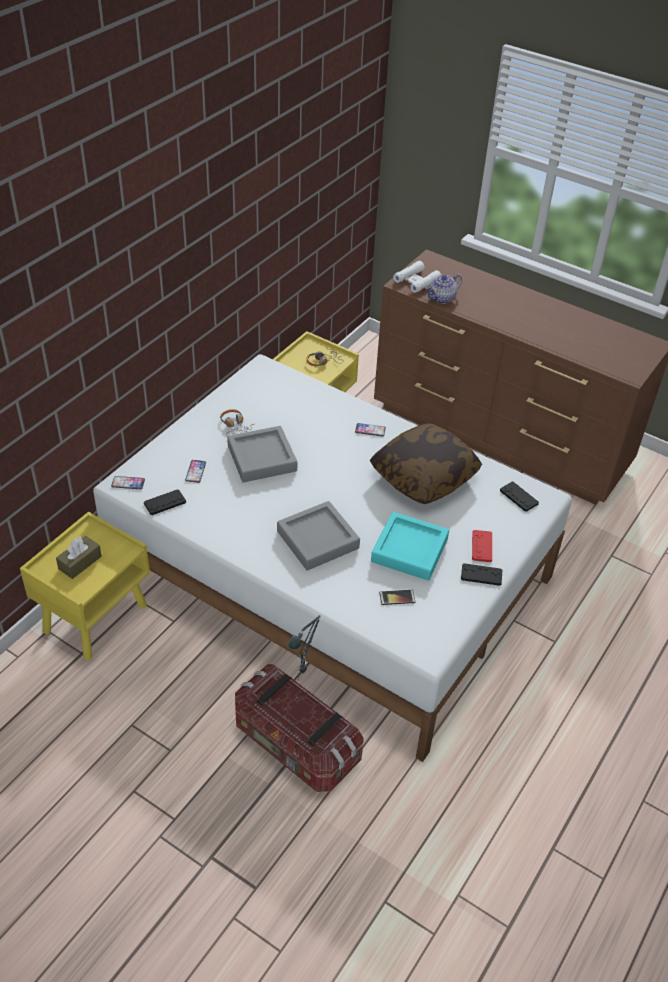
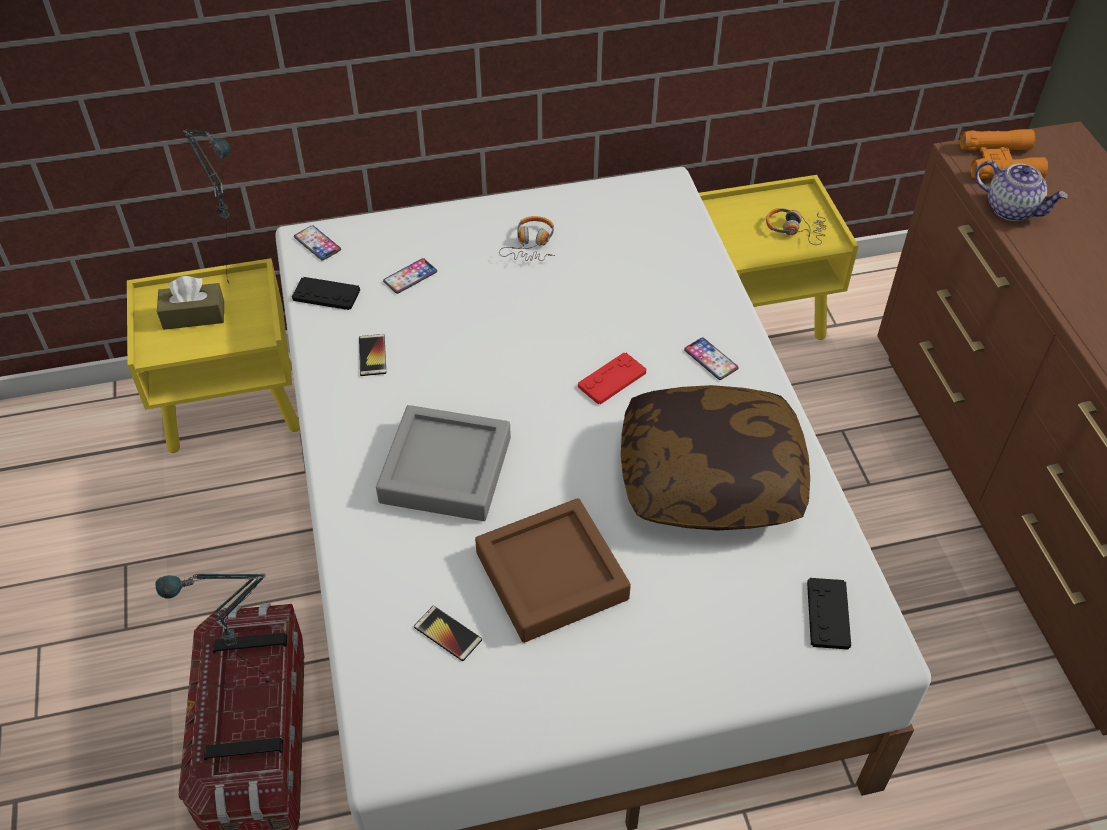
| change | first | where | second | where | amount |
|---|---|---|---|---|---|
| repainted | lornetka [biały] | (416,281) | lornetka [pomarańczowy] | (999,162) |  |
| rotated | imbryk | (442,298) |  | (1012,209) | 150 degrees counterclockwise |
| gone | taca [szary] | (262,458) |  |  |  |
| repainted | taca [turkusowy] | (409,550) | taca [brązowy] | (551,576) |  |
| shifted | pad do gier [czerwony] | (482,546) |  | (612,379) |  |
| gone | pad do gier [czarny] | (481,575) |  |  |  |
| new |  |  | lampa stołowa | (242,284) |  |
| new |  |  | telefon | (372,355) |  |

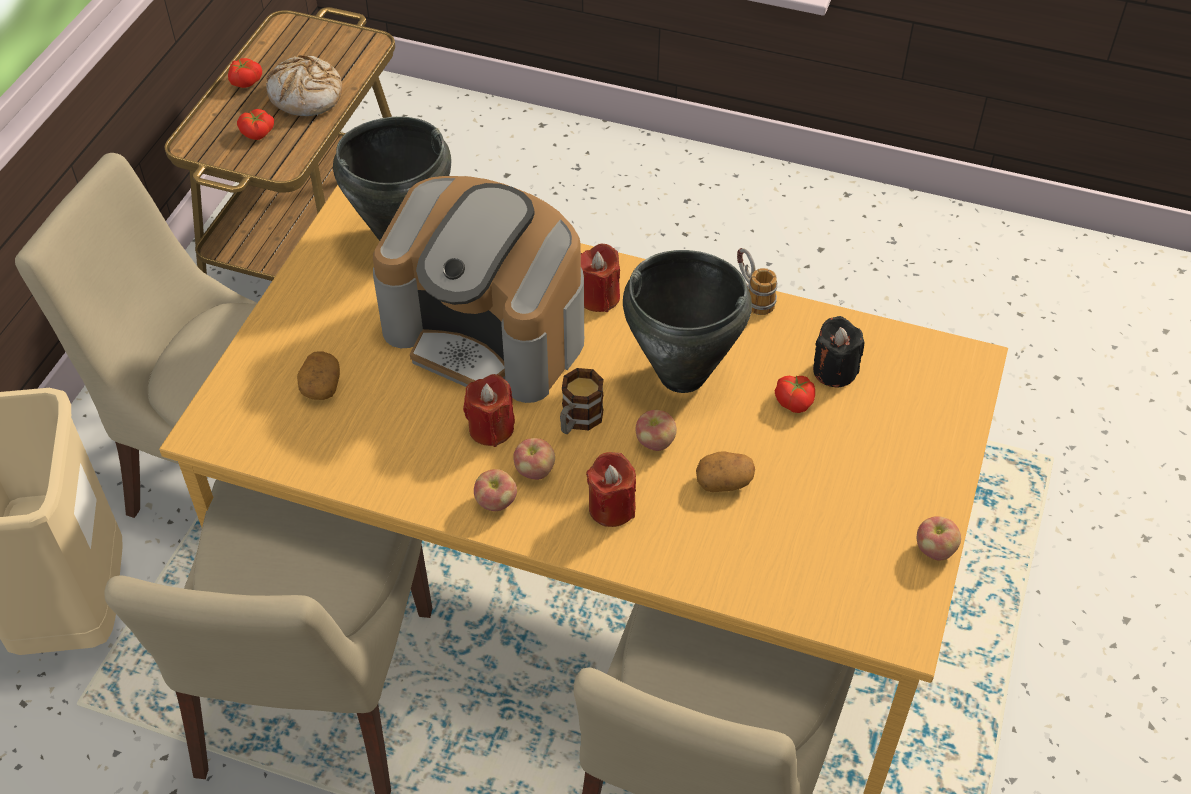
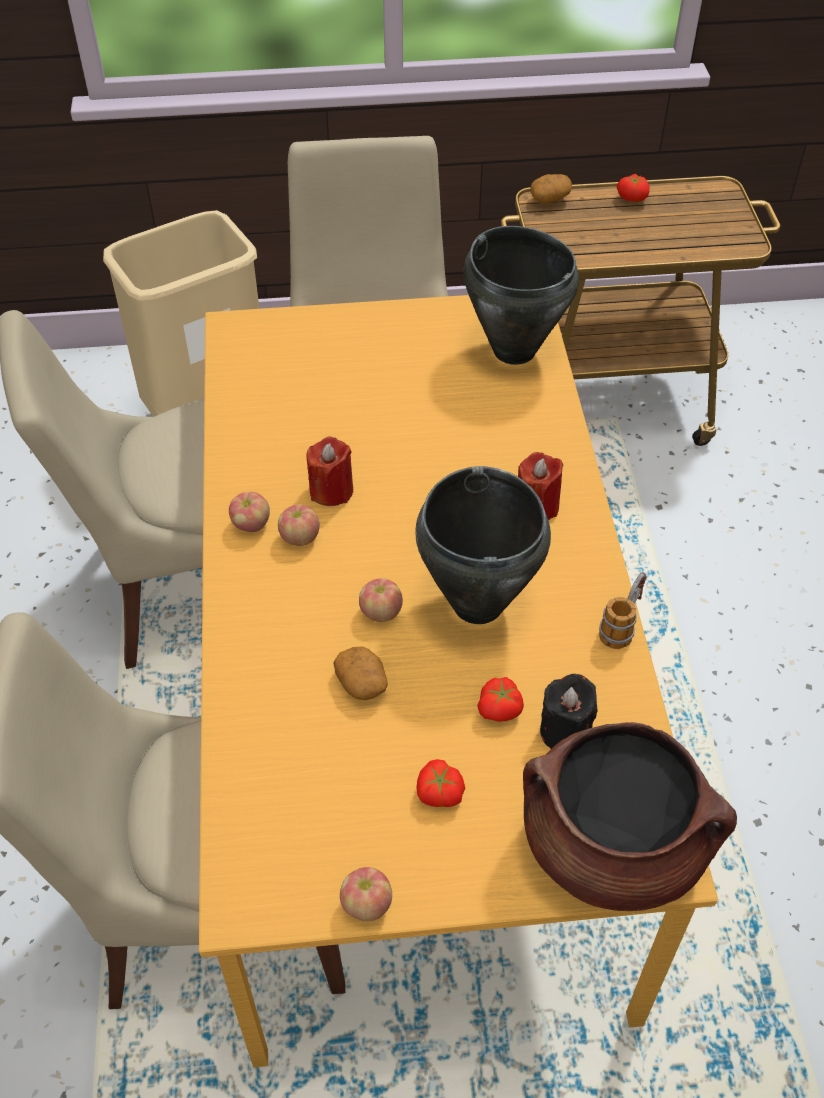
| change | first | where | second | where | amount |
|---|---|---|---|---|---|
| gone | chleb | (307,96) |  |  |  |
| shifted | pomidor | (257,134) |  | (438,793) |  |
| gone | ekspres do kawy | (489,332) |  |  |  |
| shifted | ziemniak | (320,385) |  | (550,198) |  |
| gone | kubek | (578,420) |  |  |  |
| gone | świeca [czerwony] | (611,507) |  |  |  |
| new |  |  | garnek [brązowy] | (613,845) |  |

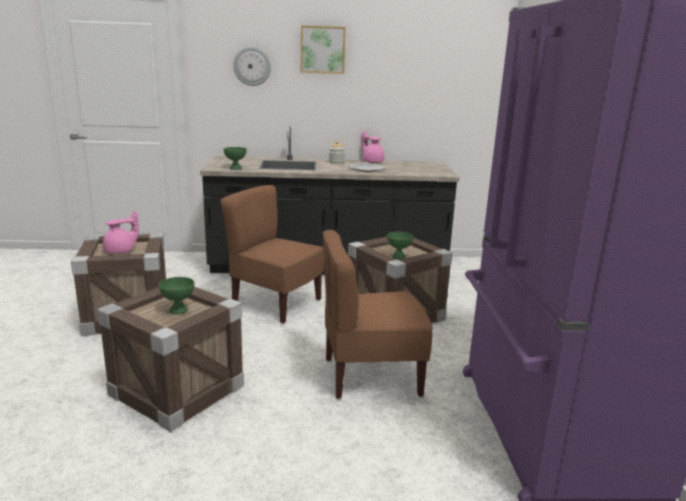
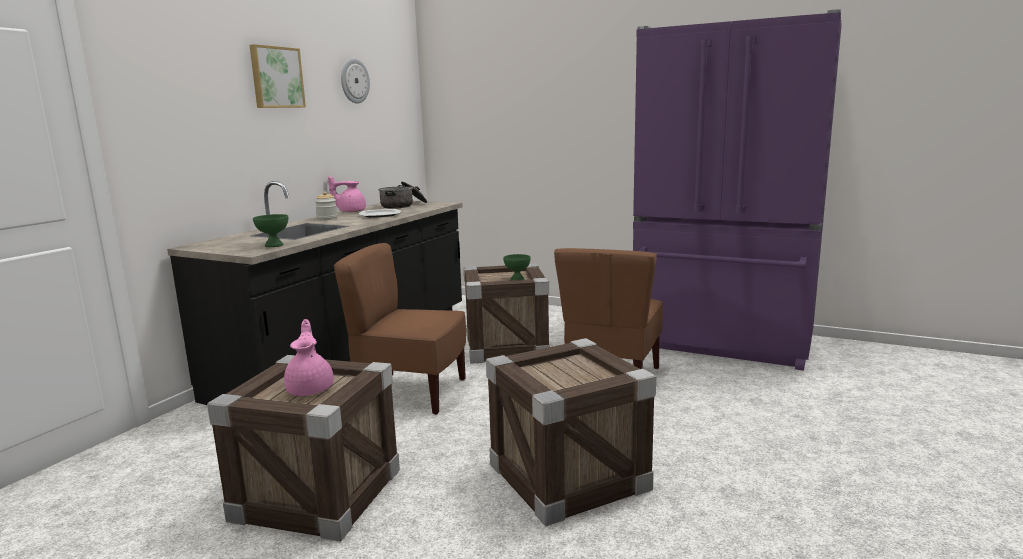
| change | first | where | second | where | amount |
|---|---|---|---|---|---|
| shifted | zegar ścienny | (252,66) |  | (354,81) |  |
| rotated | krzesło [brązowy] | (275,303) |  | (411,393) | 45 degrees clockwise |
| gone | miska [zielony] | (179,310) |  |  |  |
| new |  |  | garnek | (403,205) |  |

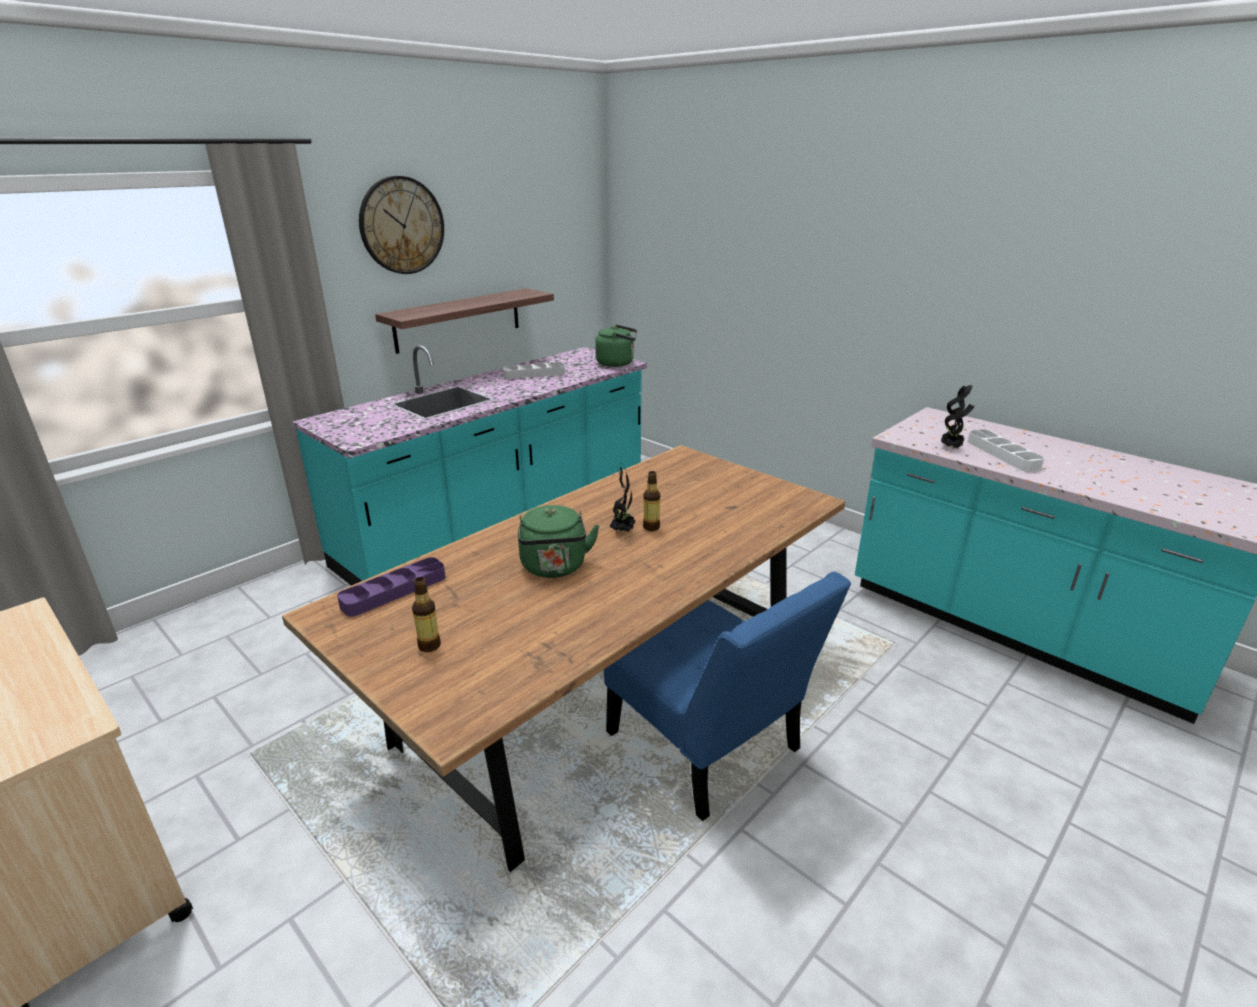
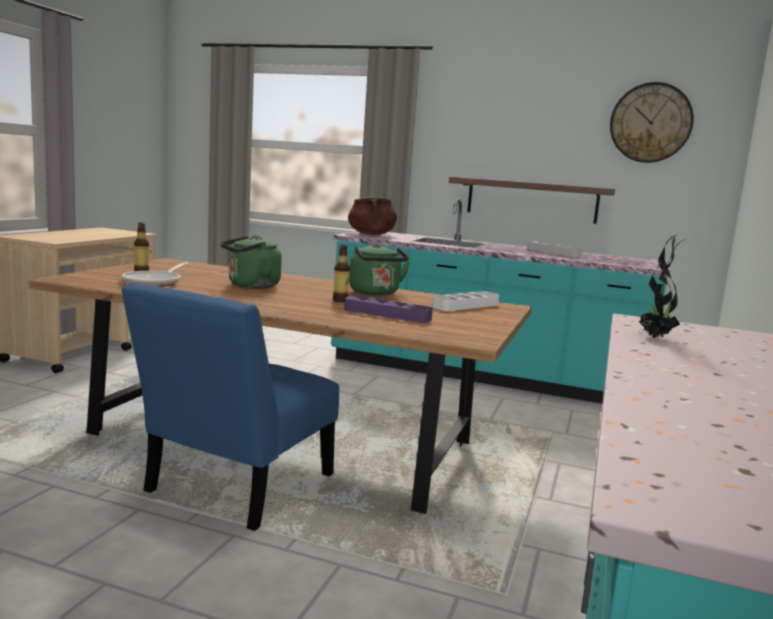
| change | first | where | second | where | amount |
|---|---|---|---|---|---|
| shifted | zegar ścienny | (402,225) |  | (650,123) |  |
| shifted | czajnik [zielony] | (617,363) |  | (375,293) |  |
| shifted | taca [biały] | (1002,454) |  | (466,306) |  |
| gone | roślina doniczkowa | (623,530) |  |  |  |
| shifted | taca [fioletowy] | (394,591) |  | (387,314) |  |
| new |  |  | garnek [brązowy] | (371,234) |  |
| new |  |  | patelnia | (155,282) |  |

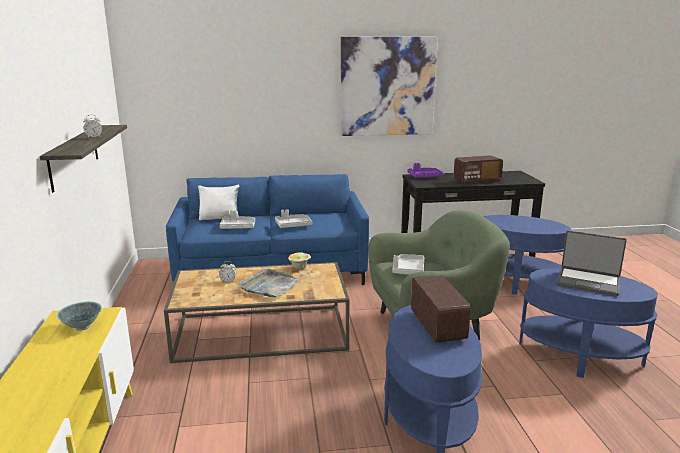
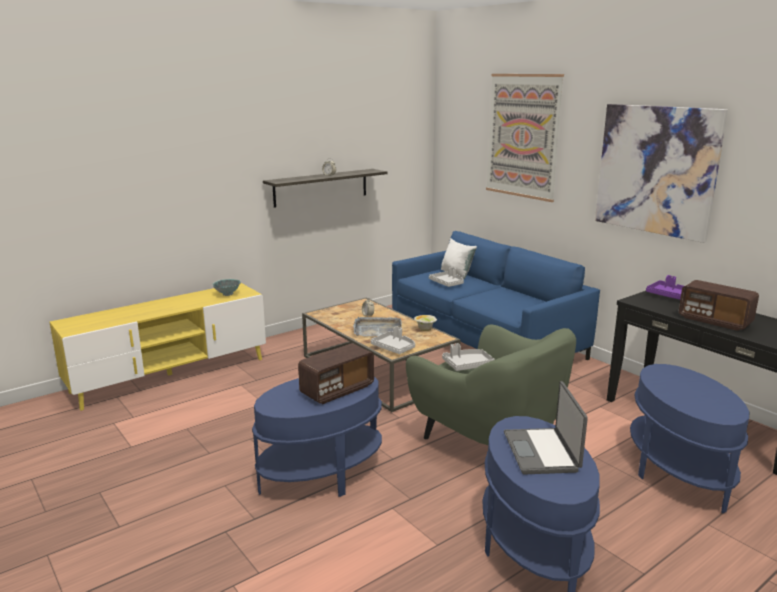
| change | first | where | second | where | amount |
|---|---|---|---|---|---|
| shifted | taca [szary] | (293,225) |  | (394,348) |  |
| new |  |  | obraz | (523,136) |  |

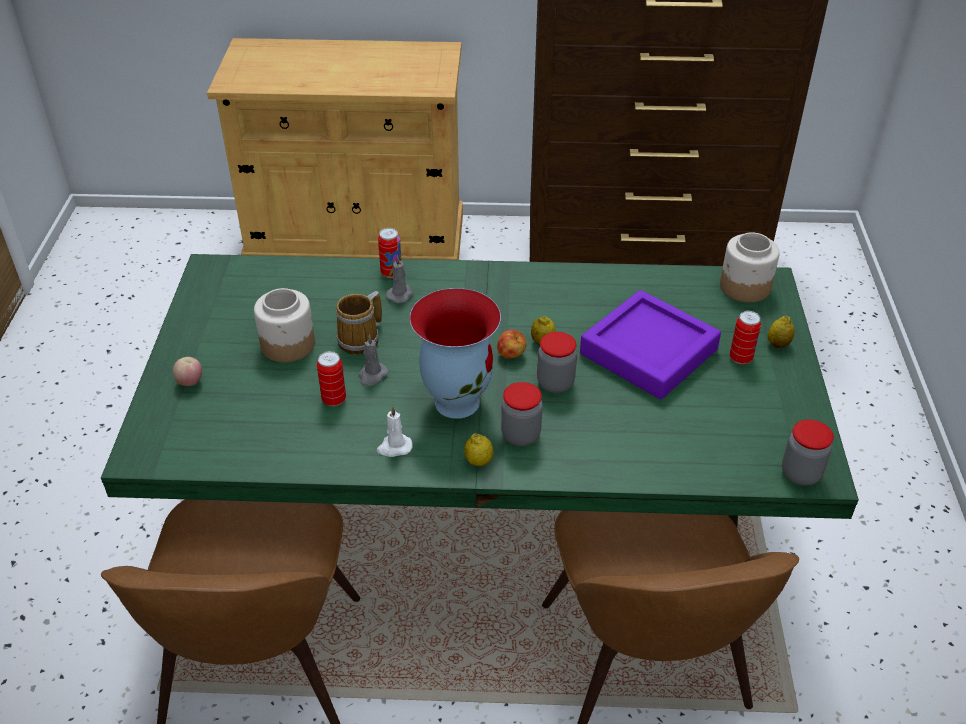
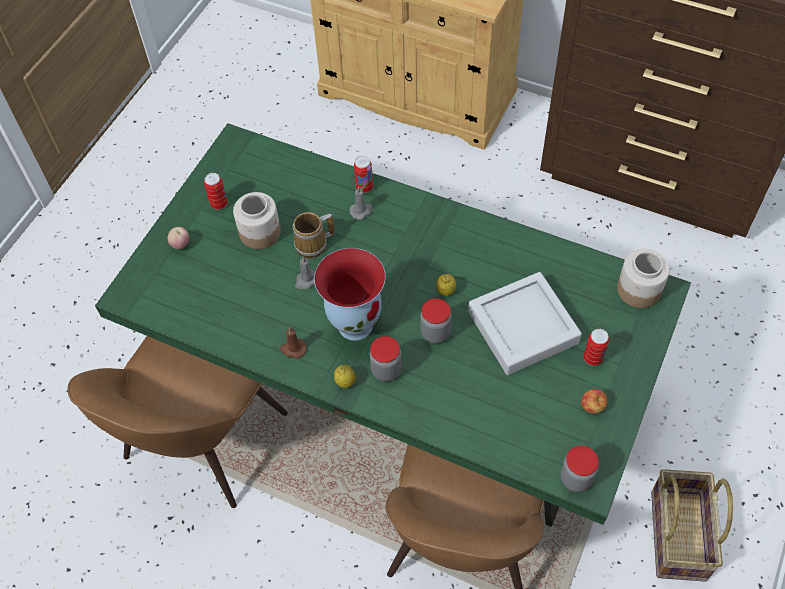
| change | first | where | second | where | amount |
|---|---|---|---|---|---|
| repainted | taca [fioletowy] | (648,351) | taca [szary] | (523,327) |  |
| gone | cytryna | (778,344) |  |  |  |
| shifted | jabłko | (511,355) |  | (592,407) |  |
| shifted | puszka | (334,399) |  | (219,204) |  |
| repainted | świeca [biały] | (394,447) | świeca [brązowy] | (293,349) |  |
| new |  |  | koszyk | (679,536) |  |

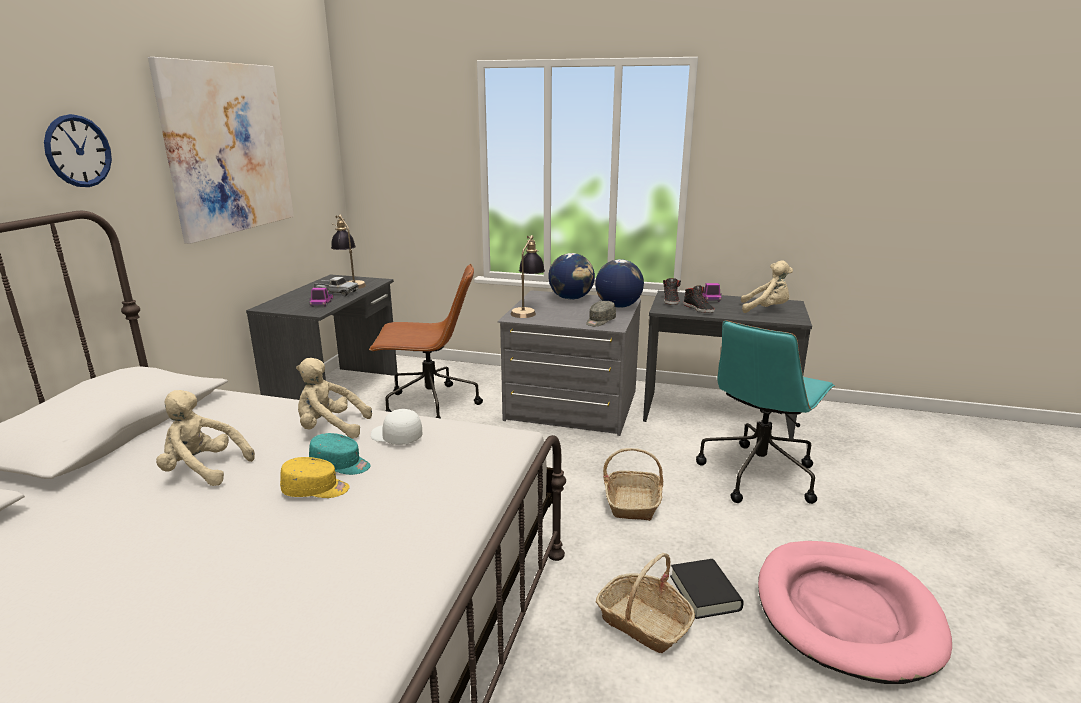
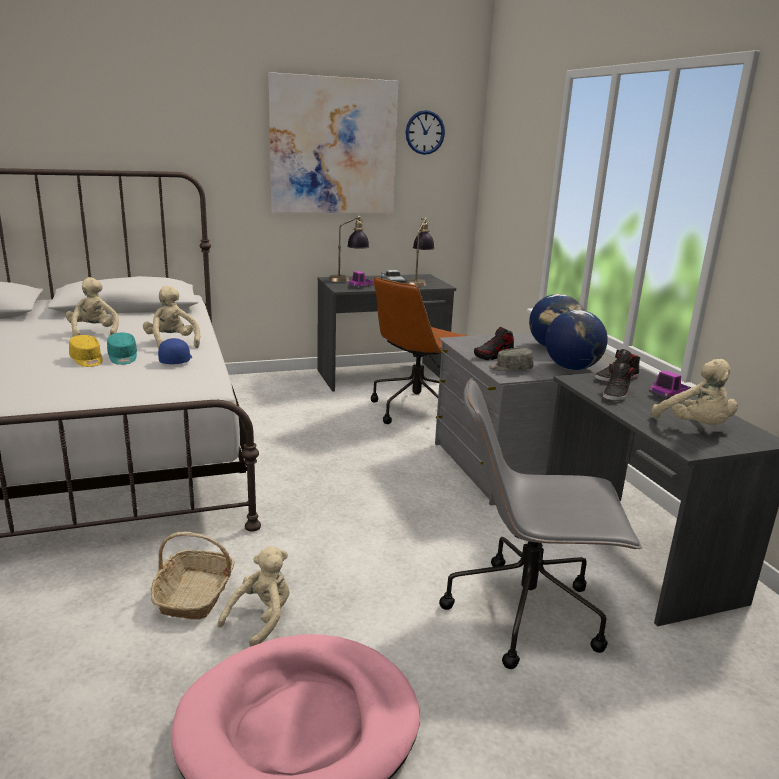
| change | first | where | second | where | amount |
|---|---|---|---|---|---|
| shifted | zegar ścienny | (78,151) |  | (425,132) |  |
| shifted | lampa stołowa | (527,311) |  | (348,279) |  |
| rotated | krzesło biurowe [brązowy] | (429,405) |  | (416,409) | 75 degrees clockwise |
| repainted | krzesło biurowe [turkusowy] | (758,474) | krzesło biurowe [szary] | (527,613) |  |
| repainted | czapka z daszkiem [biały] | (396,437) | czapka z daszkiem [niebieski] | (175,360) |  |
| gone | koszyk | (633,503) |  |  |  |
| swapped | książka [czarny] | (705,593) | pluszak [beżowy] | (261,620) |  |
| new |  |  | but | (493,356) |  |

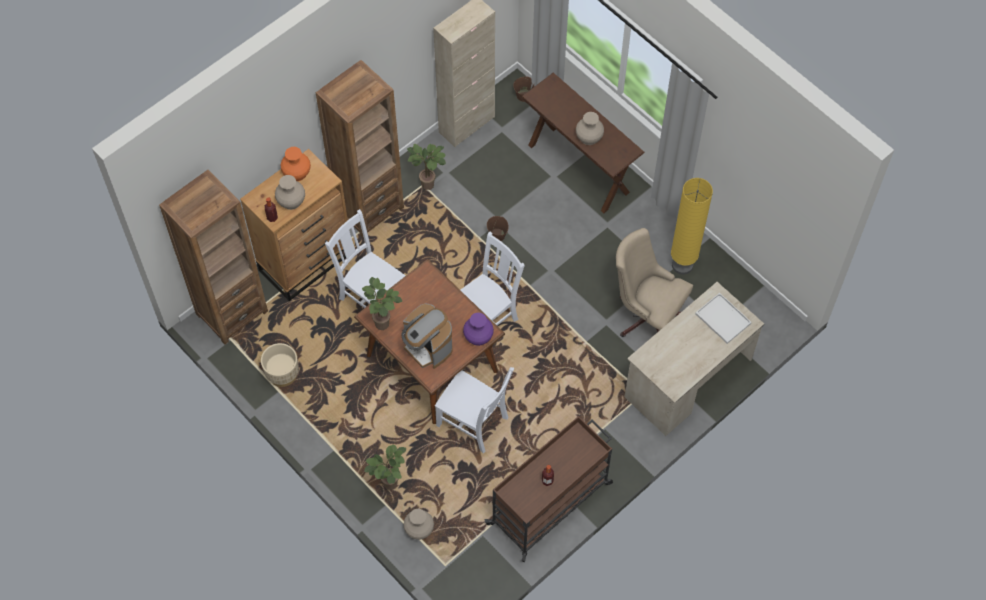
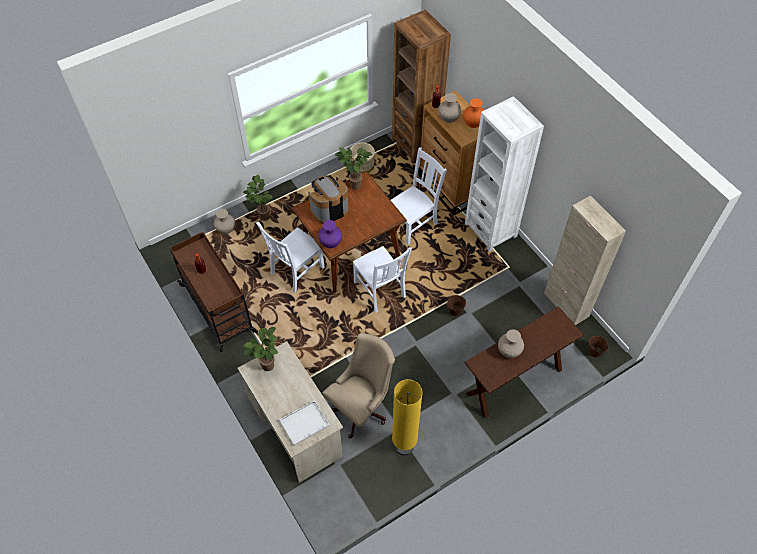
| change | first | where | second | where | amount |
|---|---|---|---|---|---|
| repainted | regał [brązowy] | (369,209) | regał [biały] | (490,230) |  |
| shifted | roślina doniczkowa | (430,184) |  | (268,368) |  |

